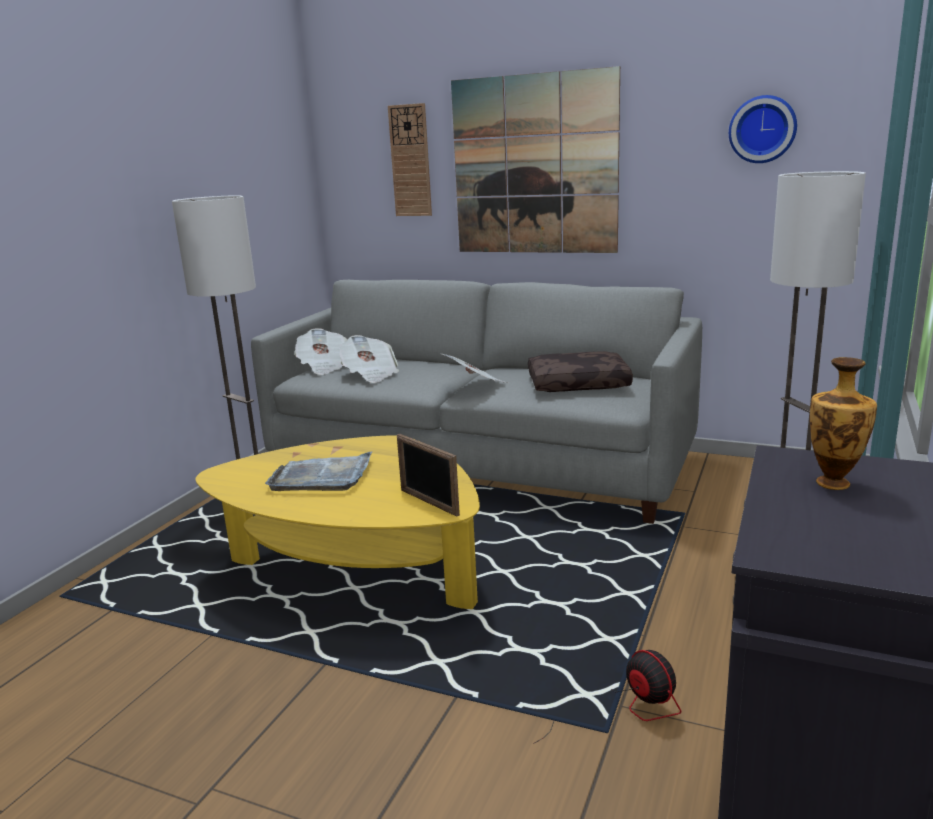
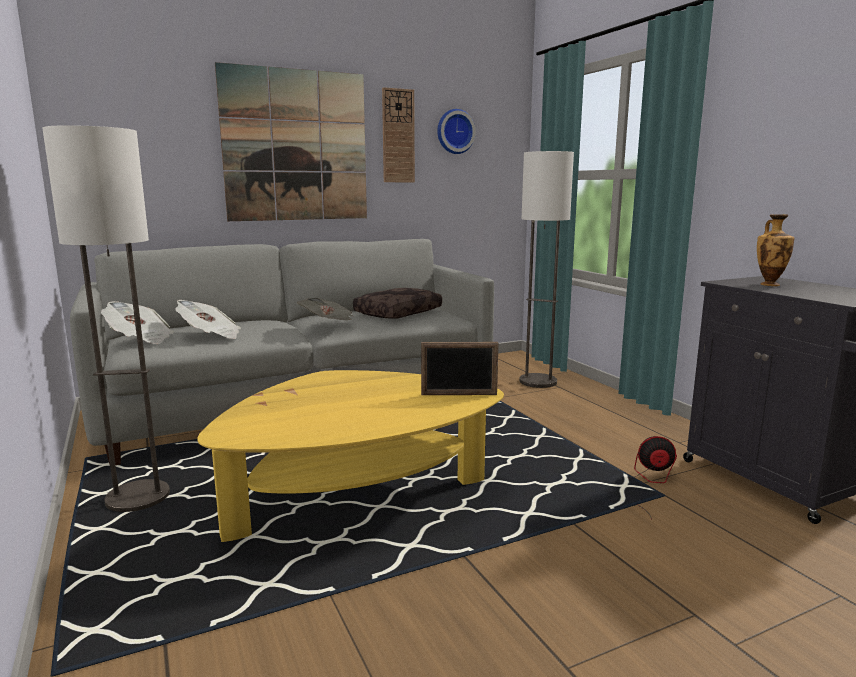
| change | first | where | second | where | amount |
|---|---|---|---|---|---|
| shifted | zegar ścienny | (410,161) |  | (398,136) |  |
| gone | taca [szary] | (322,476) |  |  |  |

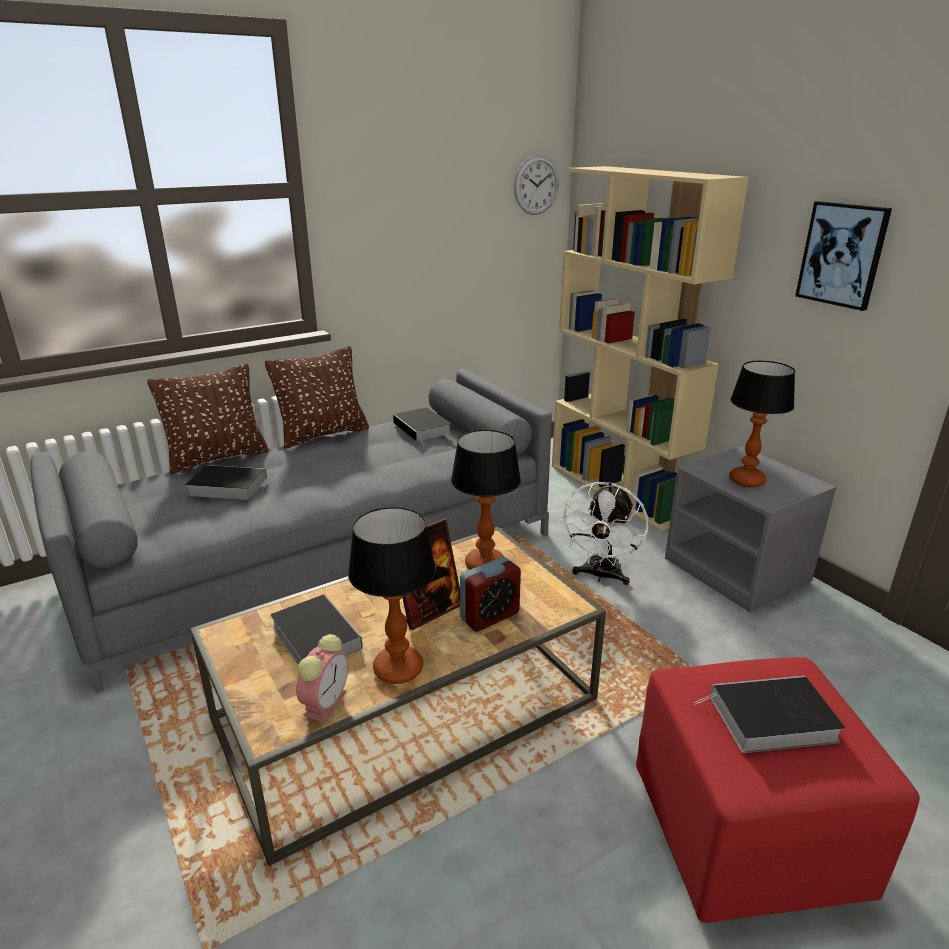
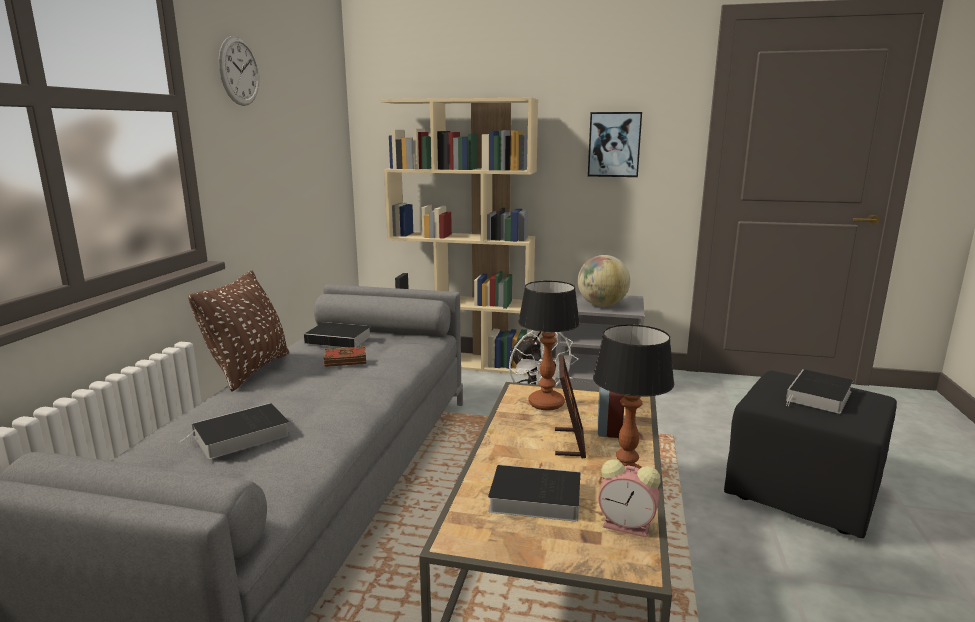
| change | first | where | second | where | amount |
|---|---|---|---|---|---|
| shifted | zegar ścienny | (536,185) |  | (239,71) |  |
| swapped | lampa stołowa | (746,480) | globus | (602,305) |  |
| gone | poduszka [brązowy] | (218,458) |  |  |  |
| rotated | budzik | (326,702) |  | (628,526) | 135 degrees clockwise |
| repainted | pufa [czerwony] | (747,835) | pufa [czarny] | (804,493) |  |
| new |  |  | książka [brązowy] | (345,360) |  |

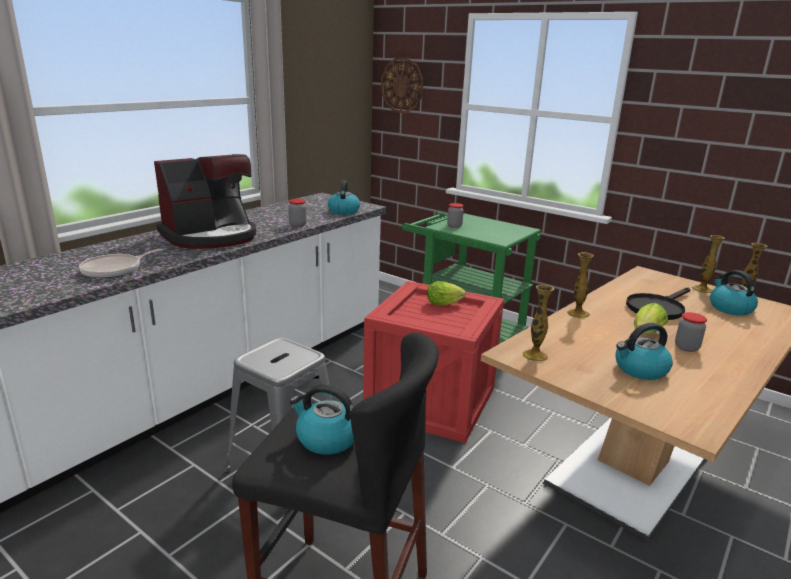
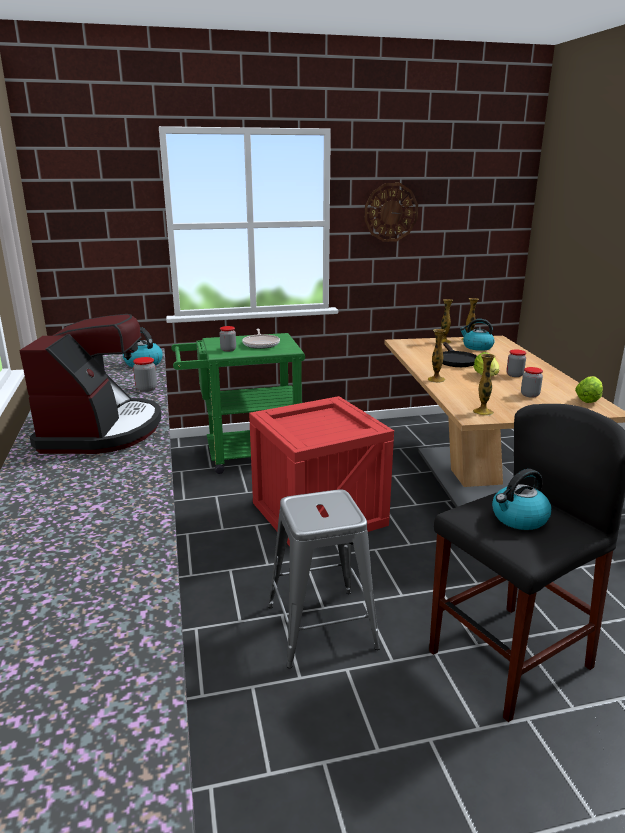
| change | first | where | second | where | amount |
|---|---|---|---|---|---|
| shifted | zegar ścienny | (402,85) |  | (390,212) |  |
| shifted | patelnia | (115,270) |  | (261,344) |  |
| shifted | sałata | (445,304) |  | (588,399) |  |
| swapped | czajnik | (640,369) | słoik | (530,395) |  |

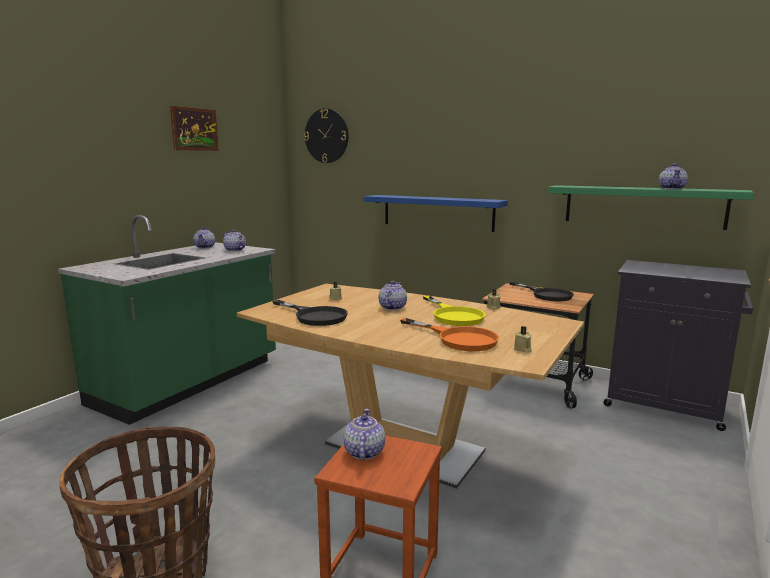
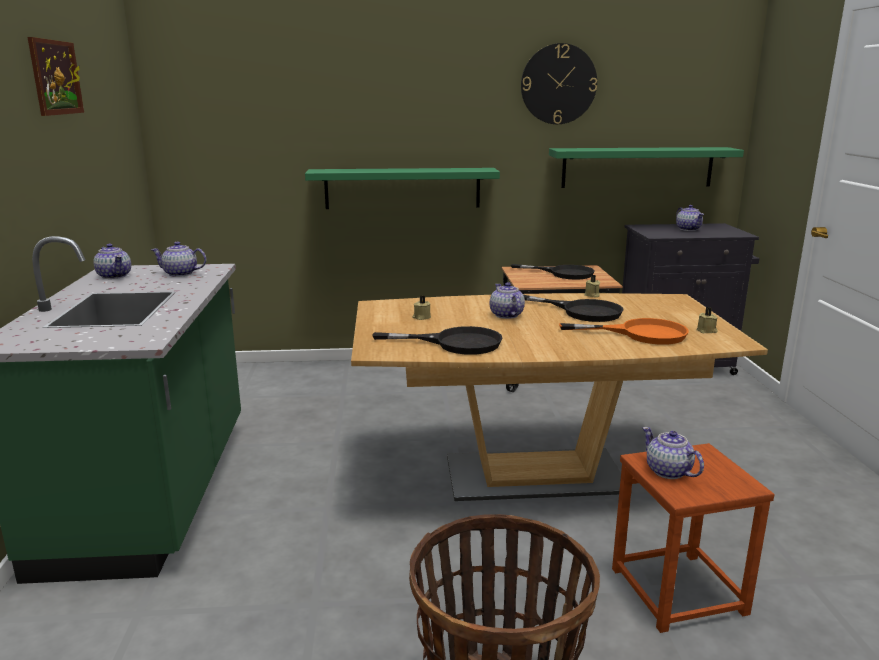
| change | first | where | second | where | amount |
|---|---|---|---|---|---|
| shifted | zegar ścienny | (326,136) |  | (558,84) |  |
| shifted | imbryk | (672,188) |  | (688,229) |  |
| repainted | półka [niebieski] | (437,212) | półka [zielony] | (402,188) |  |
| repainted | patelnia [żółty] | (454,315) | patelnia [czarny] | (581,311) |  |

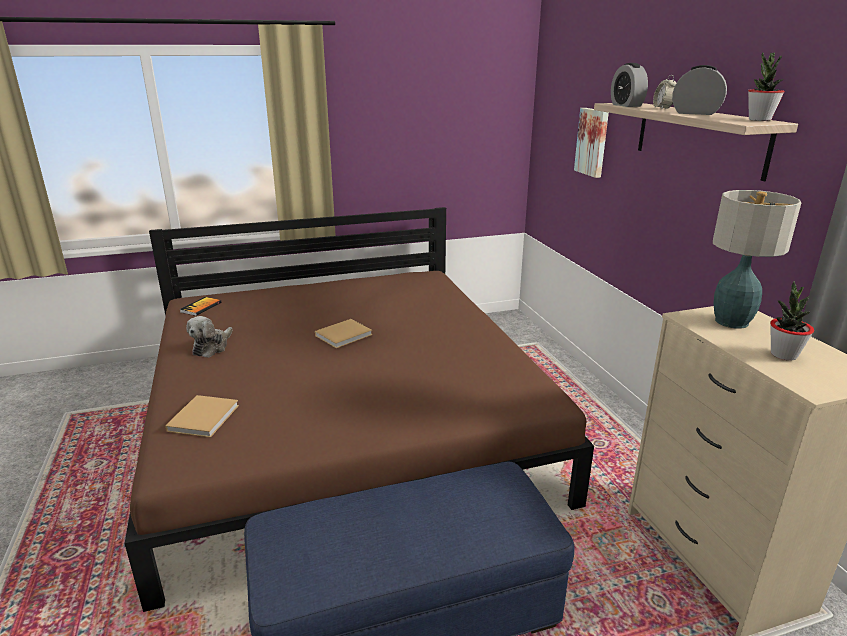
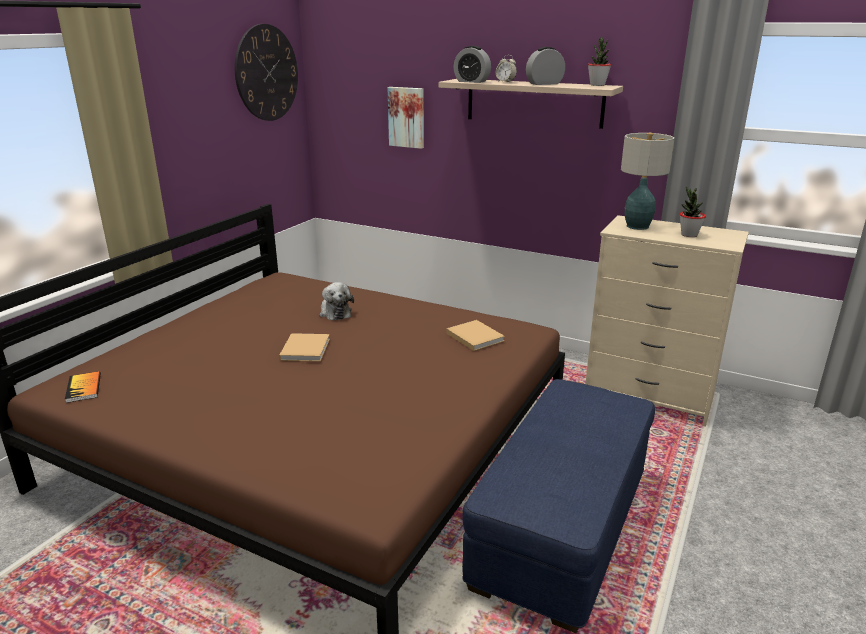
| change | first | where | second | where | amount |
|---|---|---|---|---|---|
| shifted | pluszak | (212,347) |  | (335,312) |  |
| shifted | książka [beżowy] | (204,417) |  | (474,336) |  |
| new |  |  | zegar ścienny | (266,73) |  |

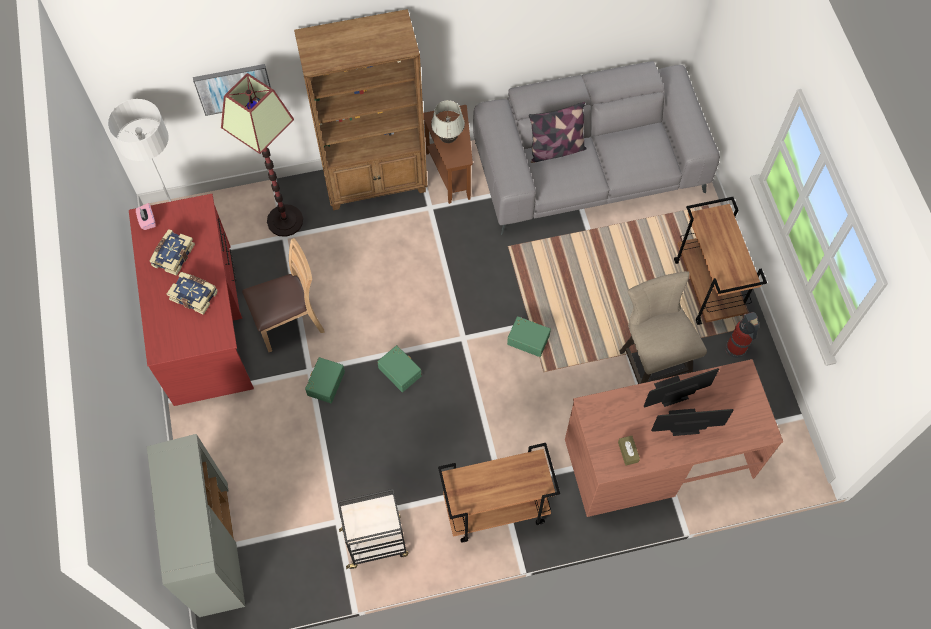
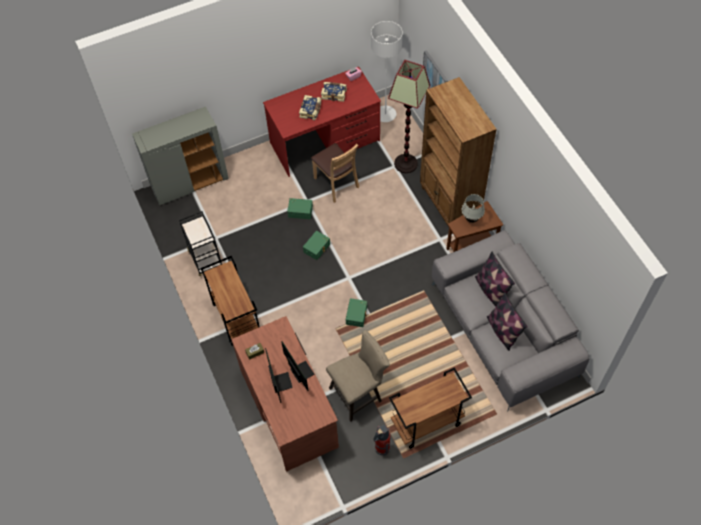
| change | first | where | second | where | amount |
|---|---|---|---|---|---|
| new |  |  | poduszka | (502,331) |  |

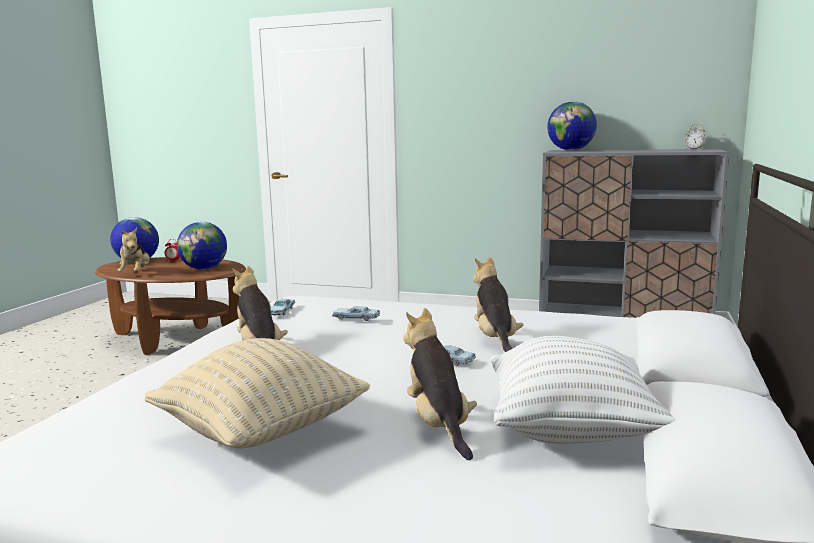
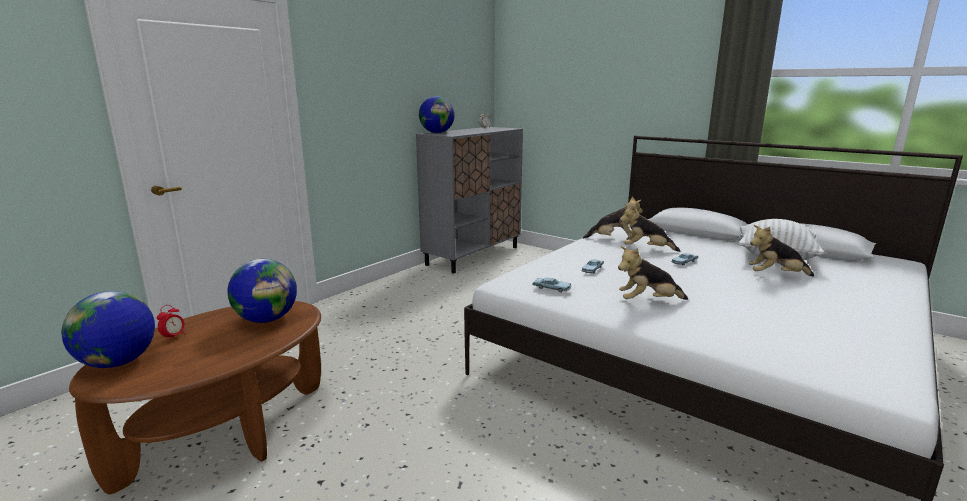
| change | first | where | second | where | amount |
|---|---|---|---|---|---|
| shifted | pluszak | (136,273) |  | (613,239) |  |
| gone | poduszka [beżowy] | (261,434) |  |  |  |

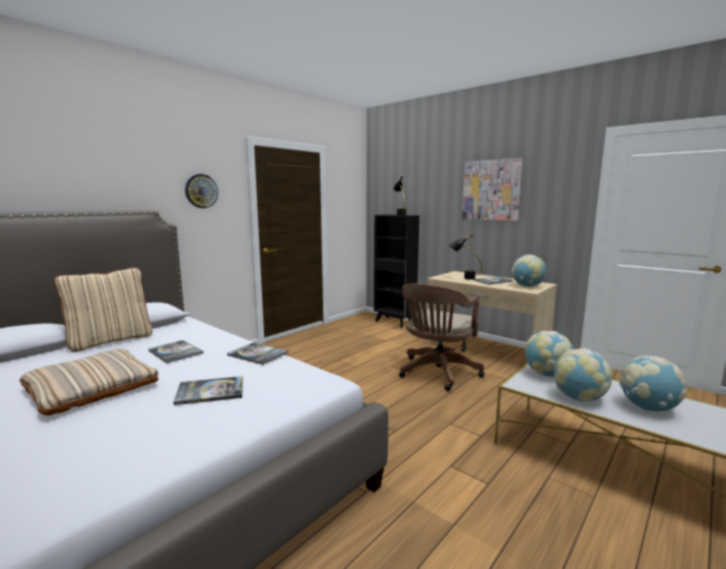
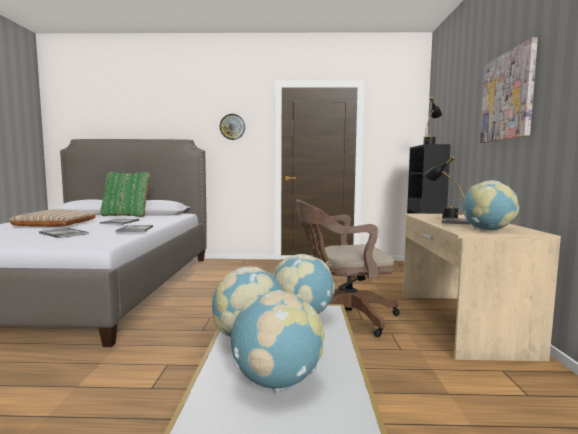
| change | first | where | second | where | amount |
|---|---|---|---|---|---|
| repainted | poduszka [beżowy] | (110,340) | poduszka [zielony] | (126,215) |  |

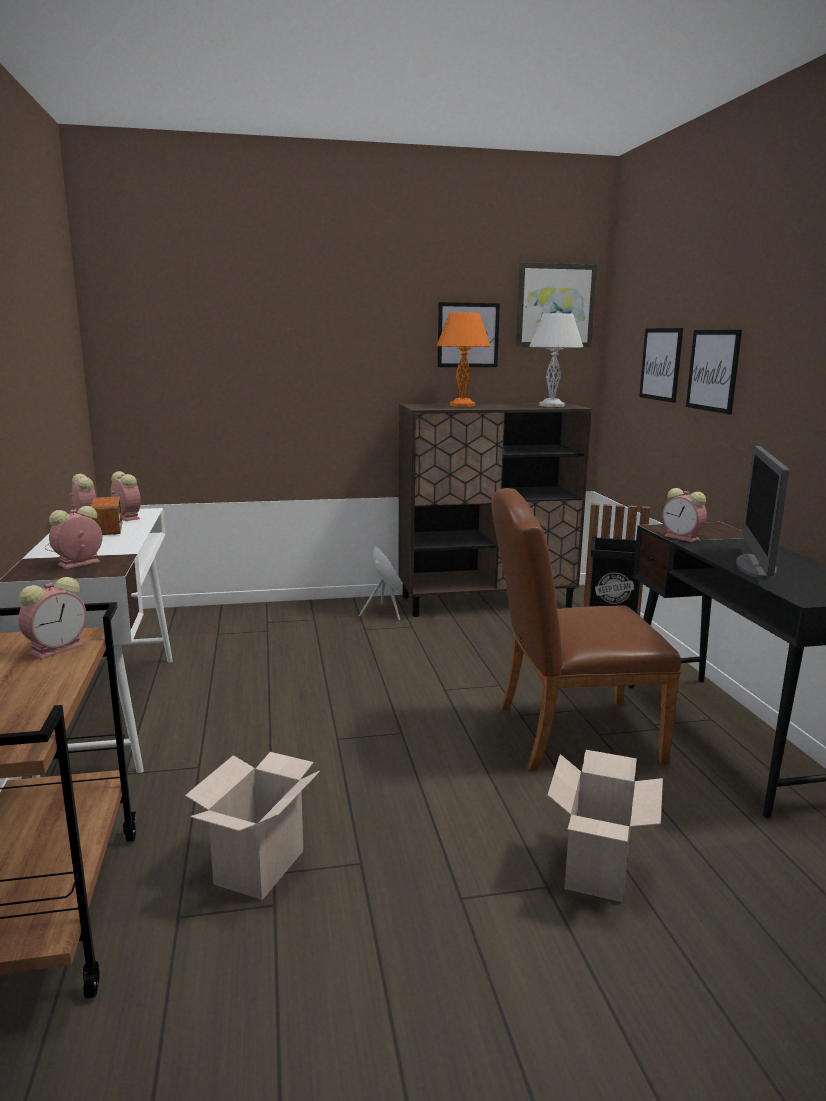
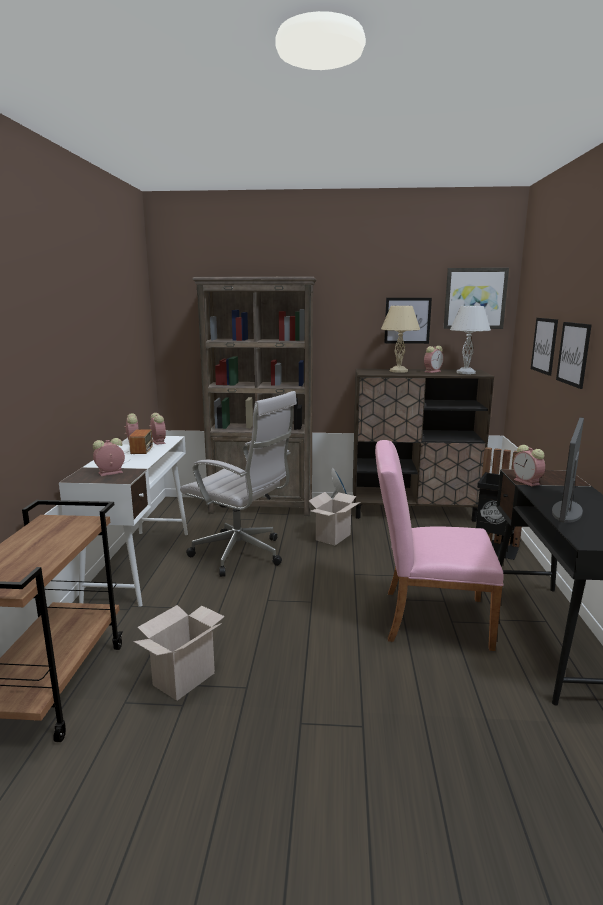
| change | first | where | second | where | amount |
|---|---|---|---|---|---|
| repainted | lampa stołowa [pomarańczowy] | (461,405) | lampa stołowa [beżowy] | (398,371) |  |
| repainted | krzesło [brązowy] | (566,733) | krzesło [różowy] | (427,617) |  |
| shifted | budzik | (58,648) |  | (433,371) |  |
| shifted | karton | (599,872) |  | (333,538) |  |
| new |  |  | regał [brązowy] | (262,507) |  |
| new |  |  | krzesło biurowe [biały] | (242,555) |  |

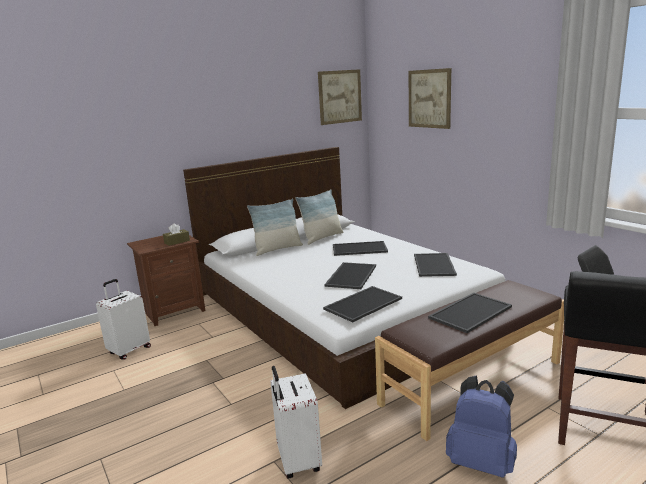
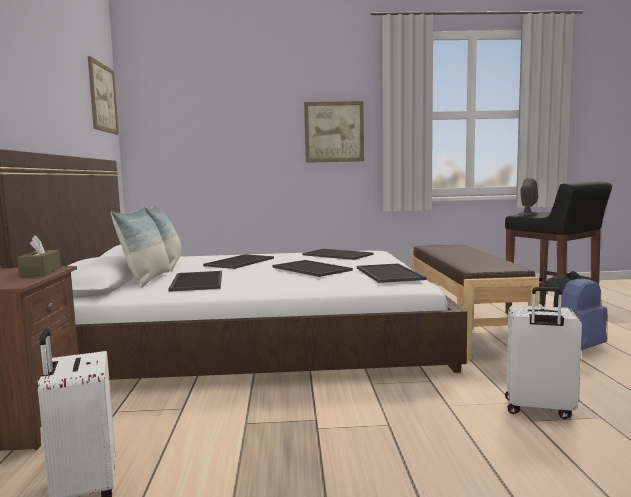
| change | first | where | second | where | amount |
|---|---|---|---|---|---|
| shifted | obraz | (429,98) |  | (334,132) |  |
| shifted | taca | (470,312) |  | (196,281) |  |

